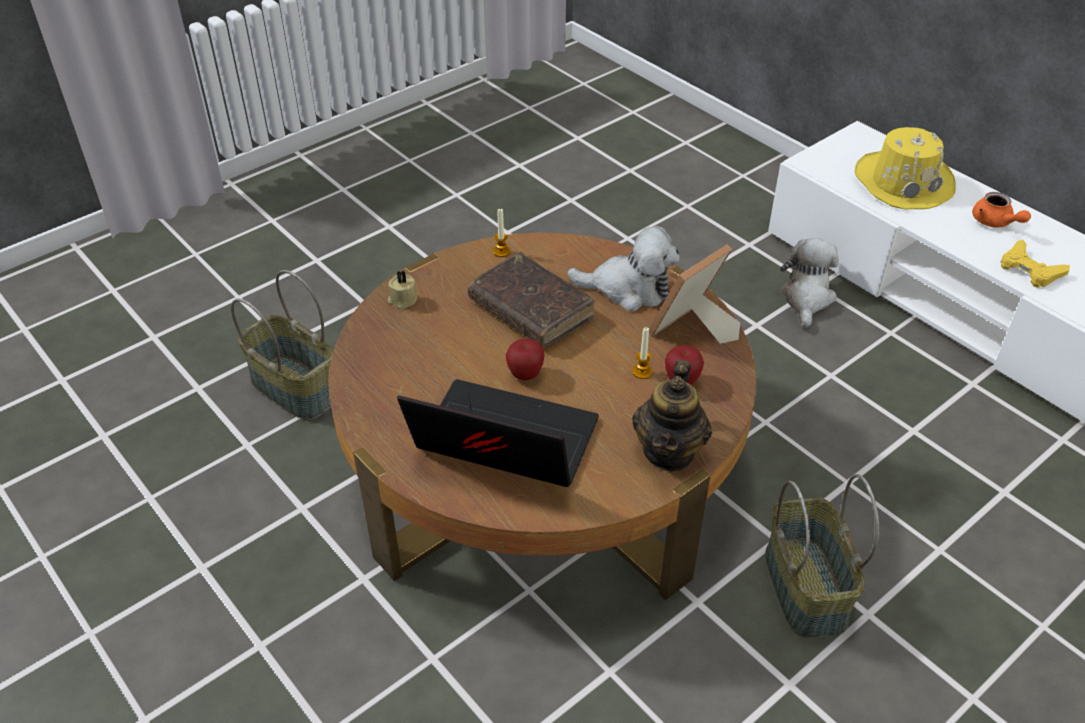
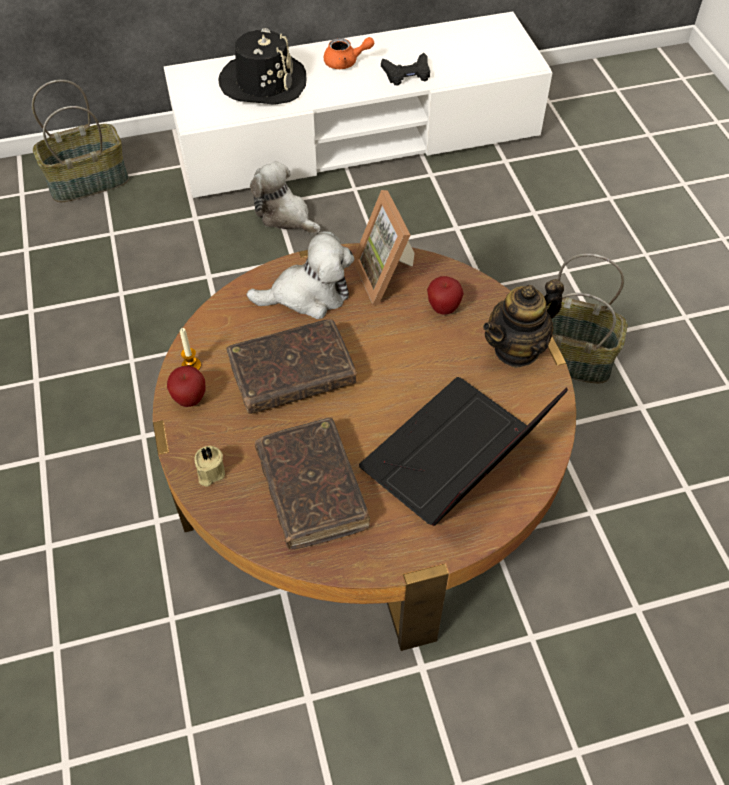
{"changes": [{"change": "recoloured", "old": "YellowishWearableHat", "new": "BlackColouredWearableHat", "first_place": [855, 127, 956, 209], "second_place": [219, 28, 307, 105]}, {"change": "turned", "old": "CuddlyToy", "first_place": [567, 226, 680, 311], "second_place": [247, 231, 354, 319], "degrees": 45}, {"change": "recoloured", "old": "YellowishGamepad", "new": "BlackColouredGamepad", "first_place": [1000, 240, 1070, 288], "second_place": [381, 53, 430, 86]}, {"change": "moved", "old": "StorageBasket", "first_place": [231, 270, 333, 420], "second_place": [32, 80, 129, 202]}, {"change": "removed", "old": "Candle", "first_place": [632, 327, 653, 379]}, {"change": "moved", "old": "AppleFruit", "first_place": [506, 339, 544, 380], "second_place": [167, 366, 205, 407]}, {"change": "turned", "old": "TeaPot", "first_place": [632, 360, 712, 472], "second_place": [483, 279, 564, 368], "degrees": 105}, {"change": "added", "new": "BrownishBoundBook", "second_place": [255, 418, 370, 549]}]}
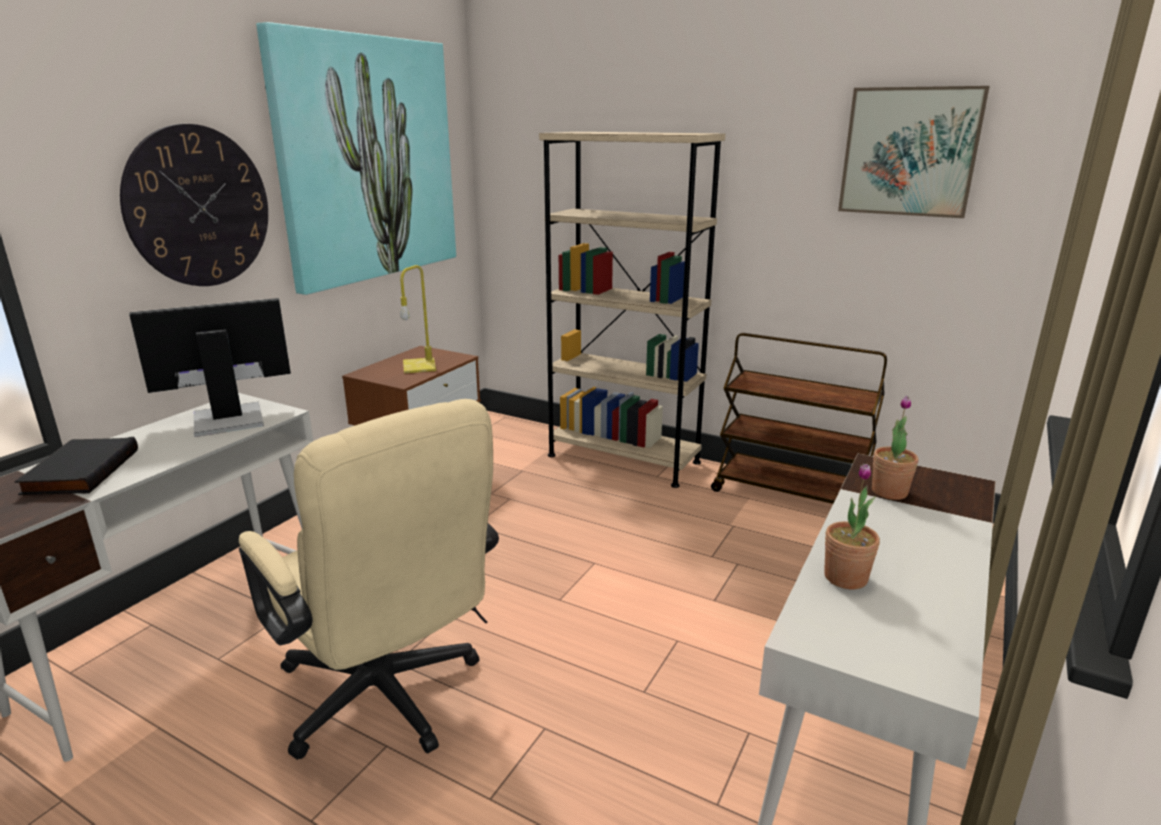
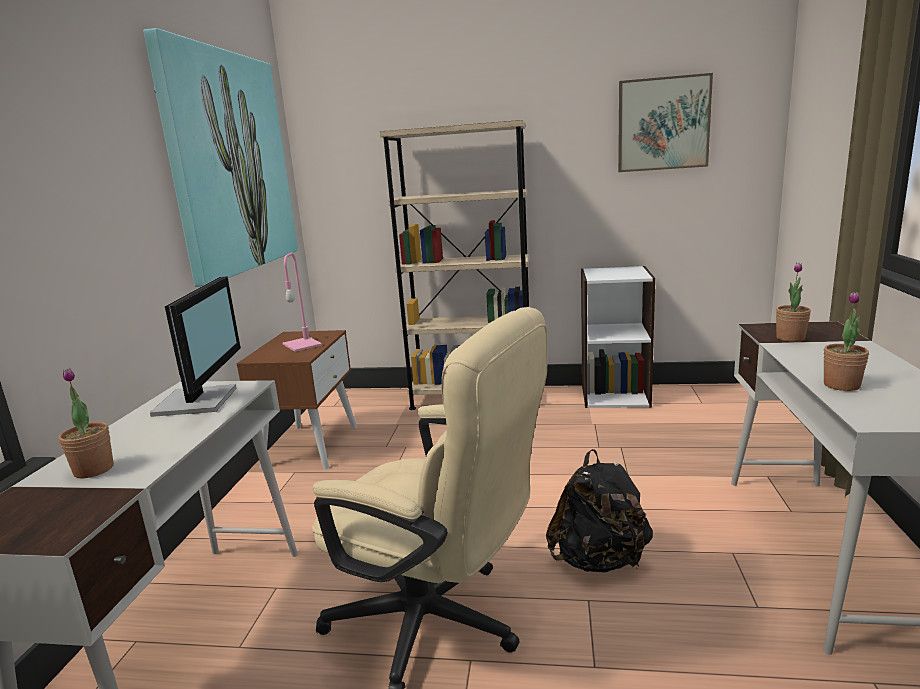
{"changes": [{"change": "removed", "old": "ClockOnTheWall", "first_place": [120, 124, 268, 286]}, {"change": "recoloured", "old": "YellowishLampForATable", "new": "PinkColouredLampForATable", "first_place": [400, 265, 436, 373], "second_place": [283, 252, 322, 352]}, {"change": "turned", "old": "ComputerScreen", "first_place": [129, 298, 291, 437], "second_place": [150, 276, 241, 417], "degrees": 135}, {"change": "replaced", "old": "BrownishCart", "new": "WhiteColouredShelvingUnit", "first_place": [711, 333, 887, 504], "second_place": [581, 266, 655, 408]}, {"change": "replaced", "old": "BlackColouredBoundBook", "new": "Houseplant", "first_place": [14, 437, 138, 495], "second_place": [58, 368, 114, 478]}, {"change": "added", "new": "BlackColouredKnapsack", "second_place": [546, 449, 653, 573]}]}
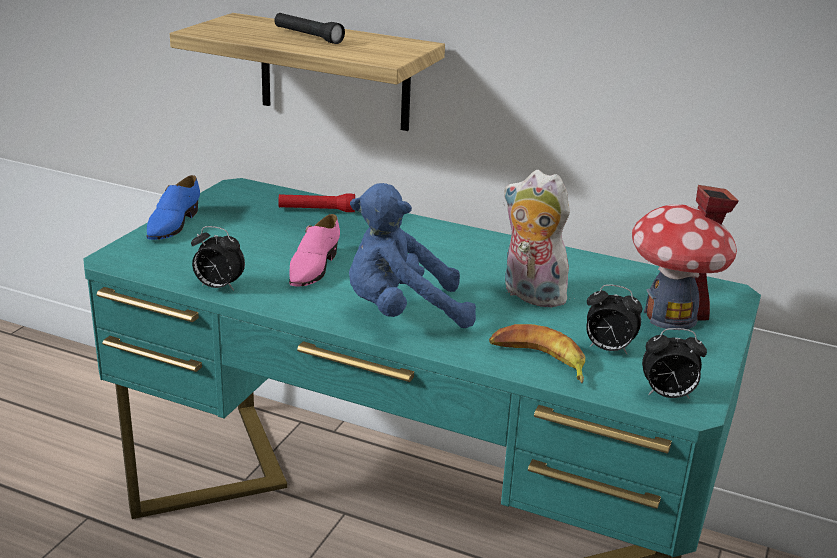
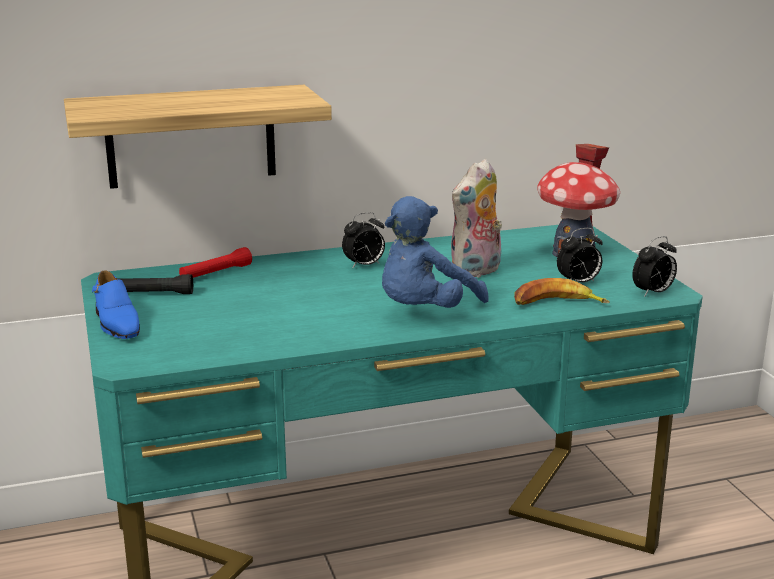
{"changes": [{"change": "moved", "old": "BlackColouredTorch", "first_place": [274, 13, 345, 44], "second_place": [118, 274, 193, 294]}, {"change": "turned", "old": "CuddlyToy", "first_place": [503, 170, 575, 307], "second_place": [451, 159, 502, 278], "degrees": -45}, {"change": "removed", "old": "PinkColouredItemOfFootwear", "first_place": [289, 214, 340, 286]}, {"change": "moved", "old": "BedsideClock", "first_place": [191, 226, 245, 291], "second_place": [342, 212, 385, 269]}]}
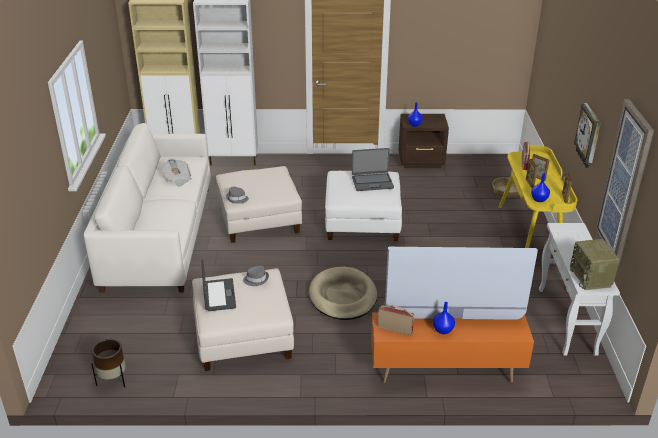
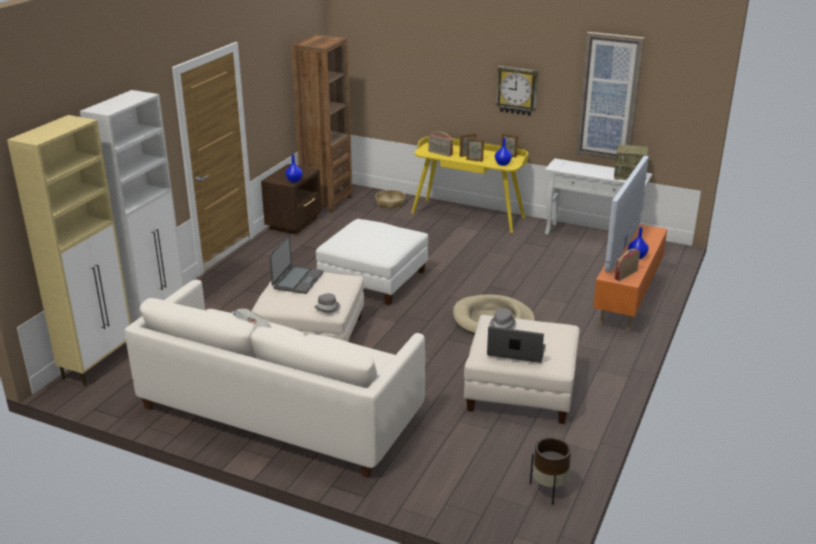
{"changes": [{"change": "moved", "old": "PortableComputer", "first_place": [352, 148, 394, 191], "second_place": [269, 235, 324, 294]}, {"change": "added", "new": "BrownishShelvingUnit", "second_place": [291, 34, 352, 213]}]}
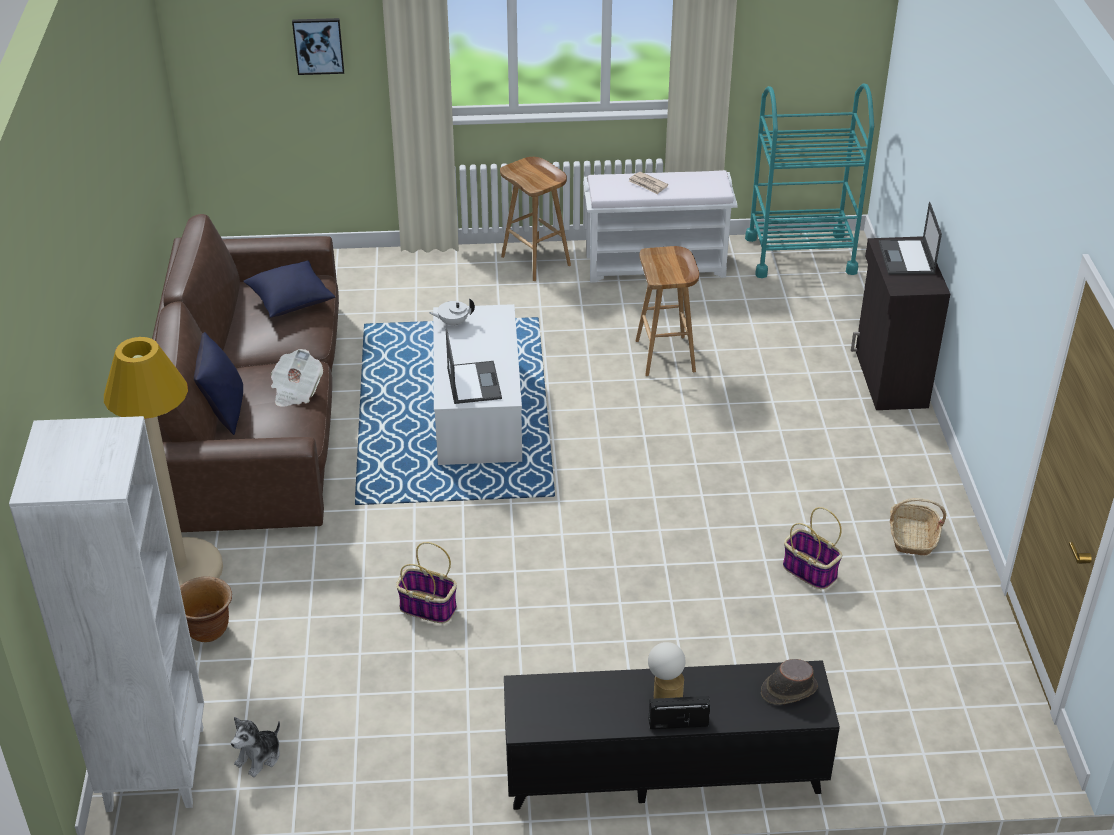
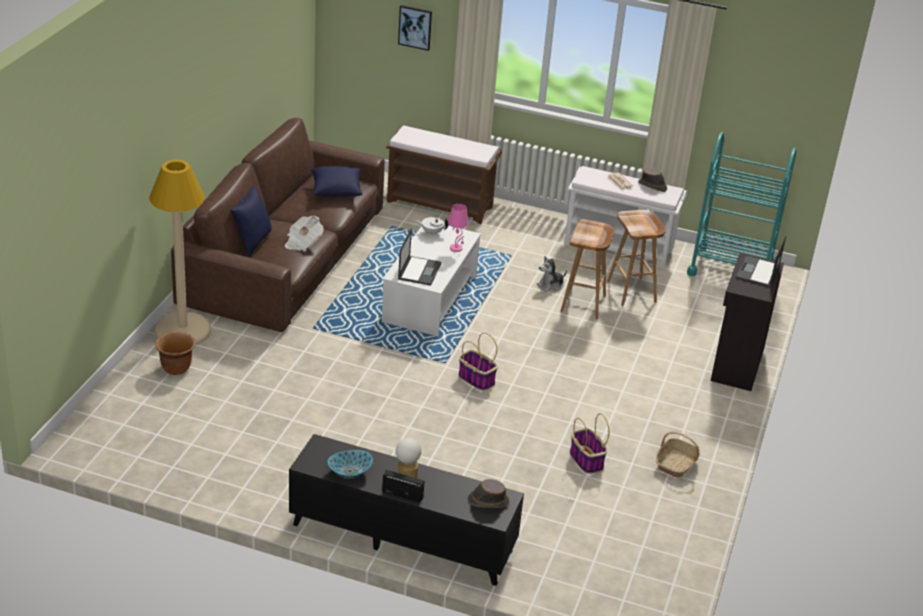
{"changes": [{"change": "moved", "old": "BrownishStoolSeat", "first_place": [500, 157, 571, 281], "second_place": [607, 210, 666, 306]}, {"change": "removed", "old": "WhiteColouredShelvingUnit", "first_place": [9, 416, 204, 812]}, {"change": "moved", "old": "StorageBasket", "first_place": [396, 542, 457, 623], "second_place": [459, 333, 498, 391]}, {"change": "moved", "old": "CuddlyToy", "first_place": [231, 717, 280, 777], "second_place": [537, 256, 567, 292]}, {"change": "added", "new": "BrownishLongSeat", "second_place": [386, 125, 502, 224]}, {"change": "added", "new": "BrownishWearableHat", "second_place": [638, 168, 667, 192]}, {"change": "added", "new": "PinkColouredLampForATable", "second_place": [448, 204, 468, 252]}, {"change": "added", "new": "Bowl", "second_place": [328, 450, 373, 478]}]}
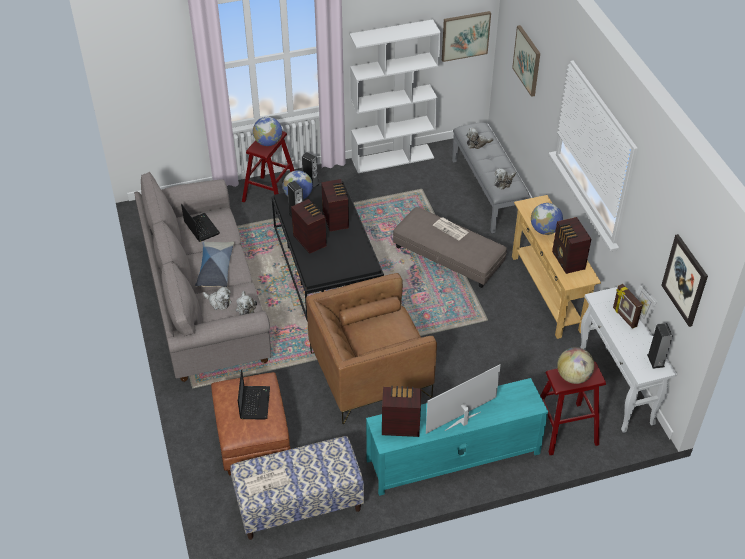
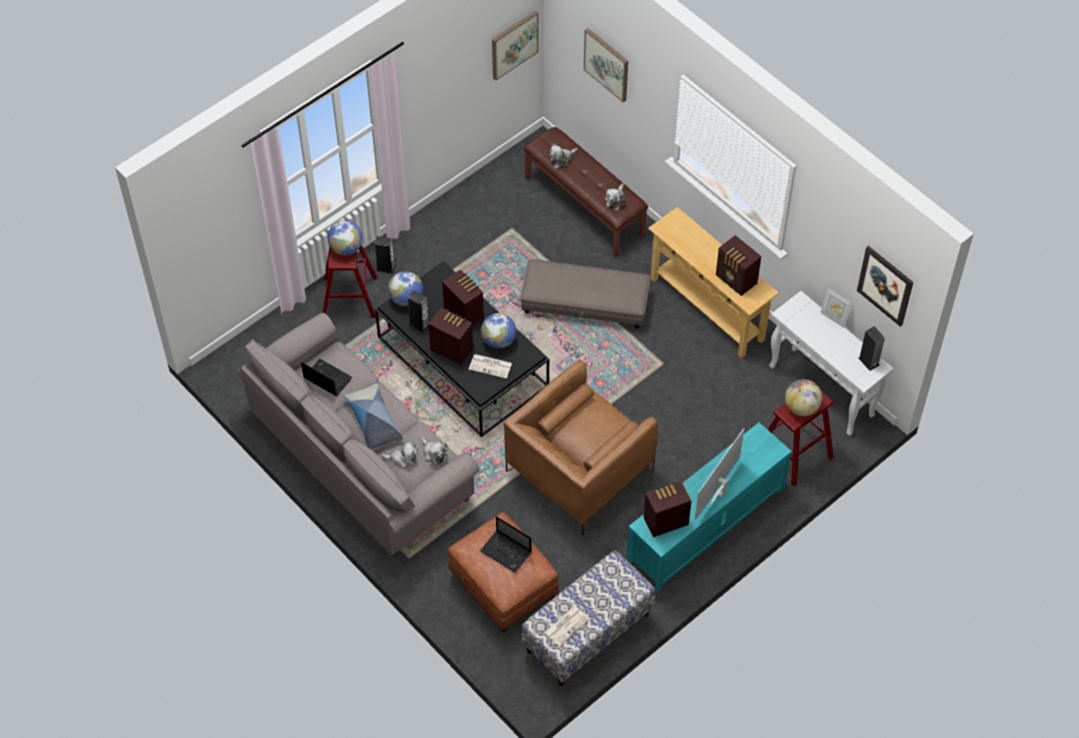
{"changes": [{"change": "removed", "old": "WhiteColouredShelvingUnit", "first_place": [350, 19, 441, 173]}, {"change": "recoloured", "old": "GrayLongSeat", "new": "BrownishLongSeat", "first_place": [452, 122, 530, 233], "second_place": [523, 127, 648, 258]}, {"change": "moved", "old": "DeskGlobe", "first_place": [531, 203, 563, 235], "second_place": [481, 313, 516, 349]}, {"change": "moved", "old": "DailyPaper", "first_place": [433, 217, 469, 241], "second_place": [469, 354, 512, 379]}, {"change": "removed", "old": "PhotoFrame", "first_place": [613, 284, 643, 329]}, {"change": "turned", "old": "PortableComputer", "first_place": [238, 369, 270, 419], "second_place": [480, 516, 531, 573], "degrees": 150}]}
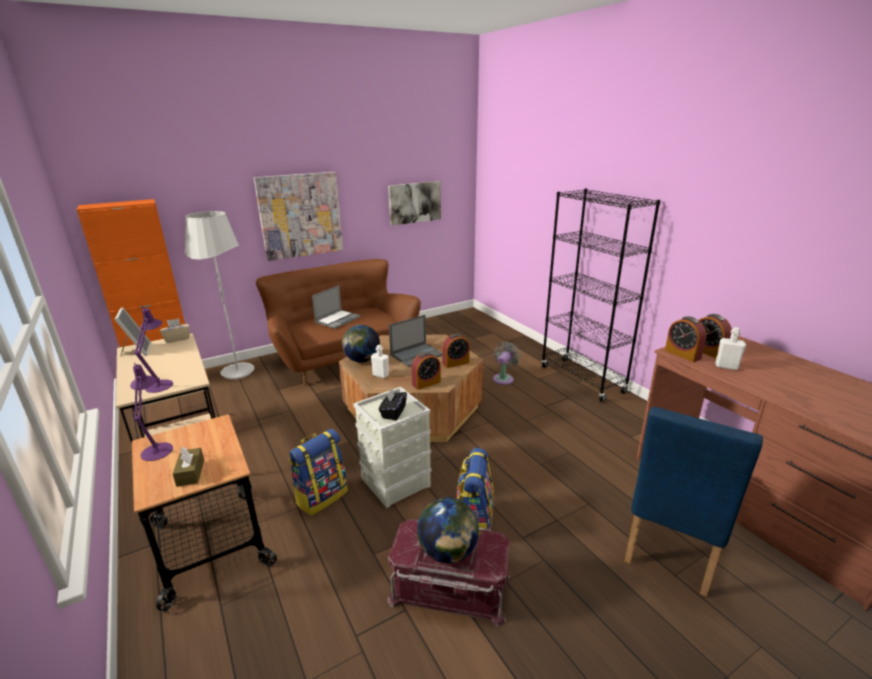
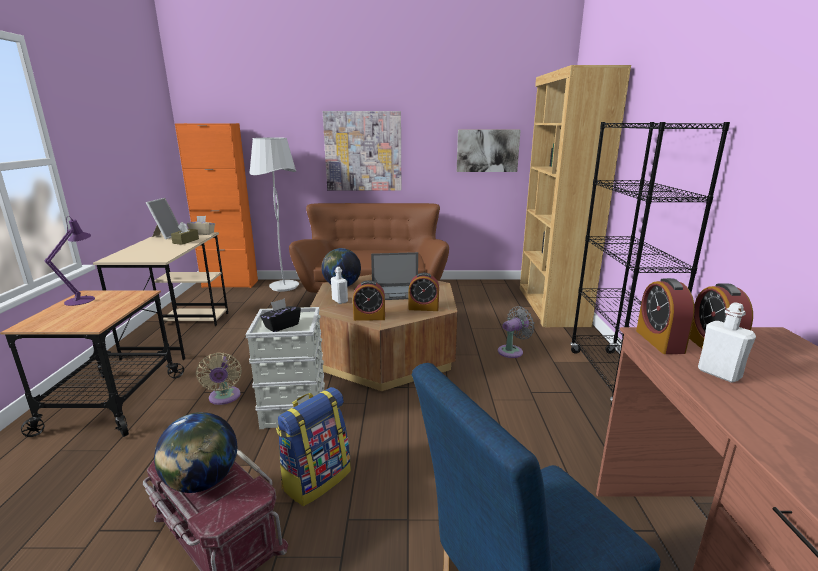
{"changes": [{"change": "removed", "old": "PortableComputer", "first_place": [312, 285, 360, 329]}, {"change": "removed", "old": "PurpleColouredLampForATable", "first_place": [134, 306, 173, 393]}, {"change": "replaced", "old": "Knapsack", "new": "SandColouredCoolingFan", "first_place": [289, 429, 348, 516], "second_place": [196, 353, 242, 405]}, {"change": "moved", "old": "BrownishBoxOfTissues", "first_place": [173, 447, 204, 487], "second_place": [171, 222, 199, 245]}, {"change": "added", "new": "BrownishShelvingUnit", "second_place": [520, 65, 631, 327]}]}
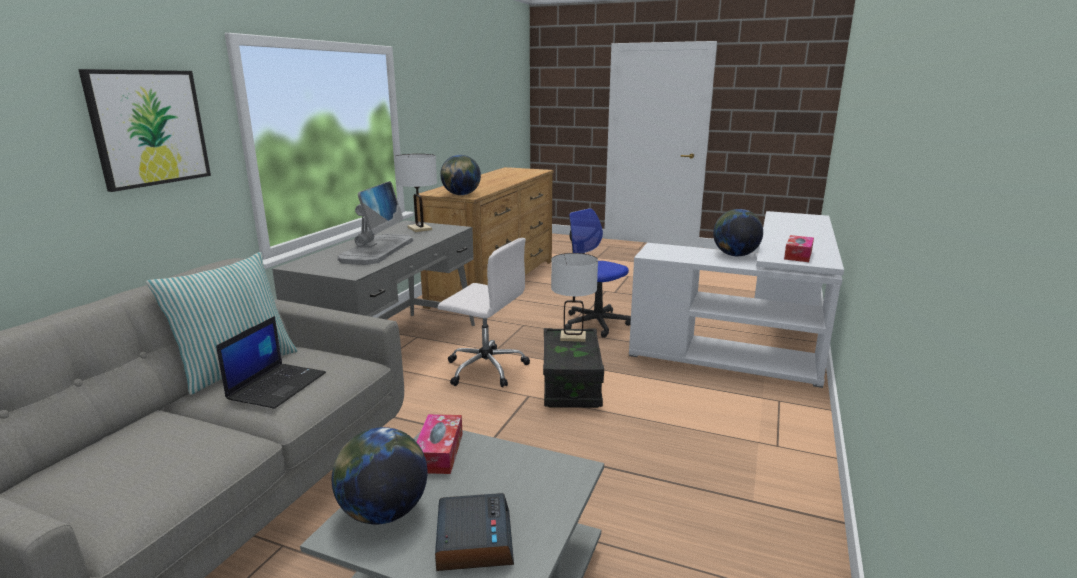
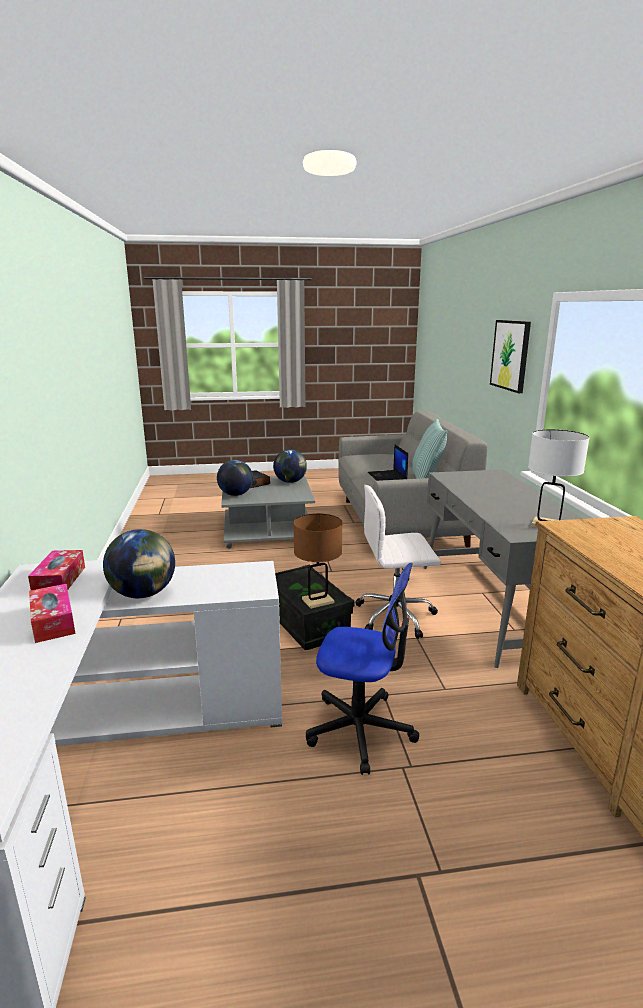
{"changes": [{"change": "moved", "old": "DeskGlobe", "first_place": [440, 155, 481, 195], "second_place": [217, 460, 253, 496]}, {"change": "removed", "old": "ComputerScreen", "first_place": [337, 181, 413, 265]}, {"change": "recoloured", "old": "WhiteColouredLampForATable", "new": "BrownishLampForATable", "first_place": [551, 253, 598, 342], "second_place": [293, 514, 342, 609]}, {"change": "moved", "old": "BoxOfTissues", "first_place": [417, 414, 463, 474], "second_place": [29, 584, 75, 643]}]}
